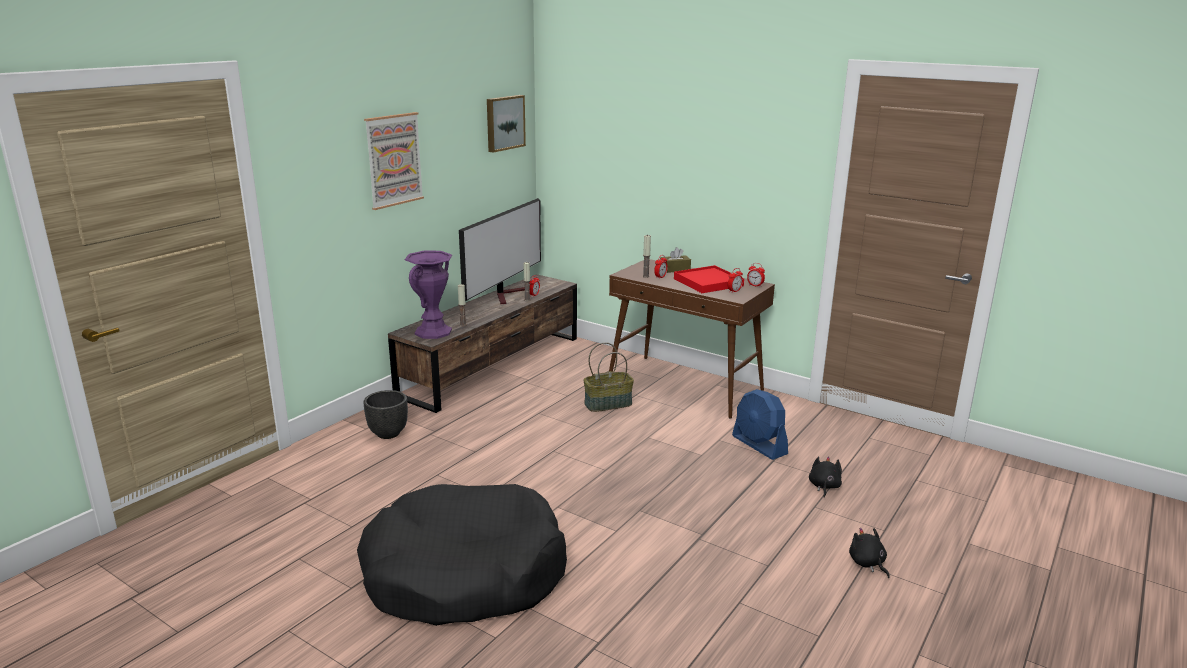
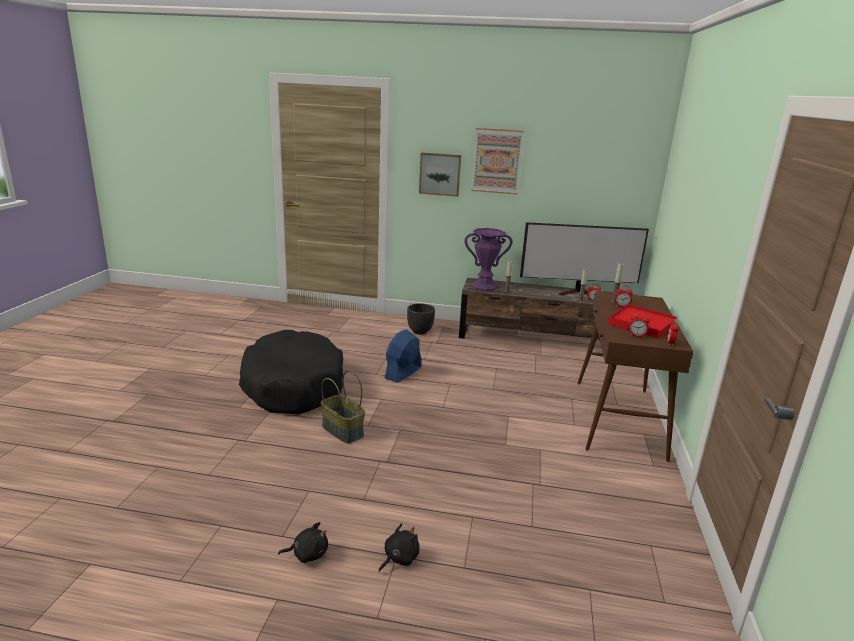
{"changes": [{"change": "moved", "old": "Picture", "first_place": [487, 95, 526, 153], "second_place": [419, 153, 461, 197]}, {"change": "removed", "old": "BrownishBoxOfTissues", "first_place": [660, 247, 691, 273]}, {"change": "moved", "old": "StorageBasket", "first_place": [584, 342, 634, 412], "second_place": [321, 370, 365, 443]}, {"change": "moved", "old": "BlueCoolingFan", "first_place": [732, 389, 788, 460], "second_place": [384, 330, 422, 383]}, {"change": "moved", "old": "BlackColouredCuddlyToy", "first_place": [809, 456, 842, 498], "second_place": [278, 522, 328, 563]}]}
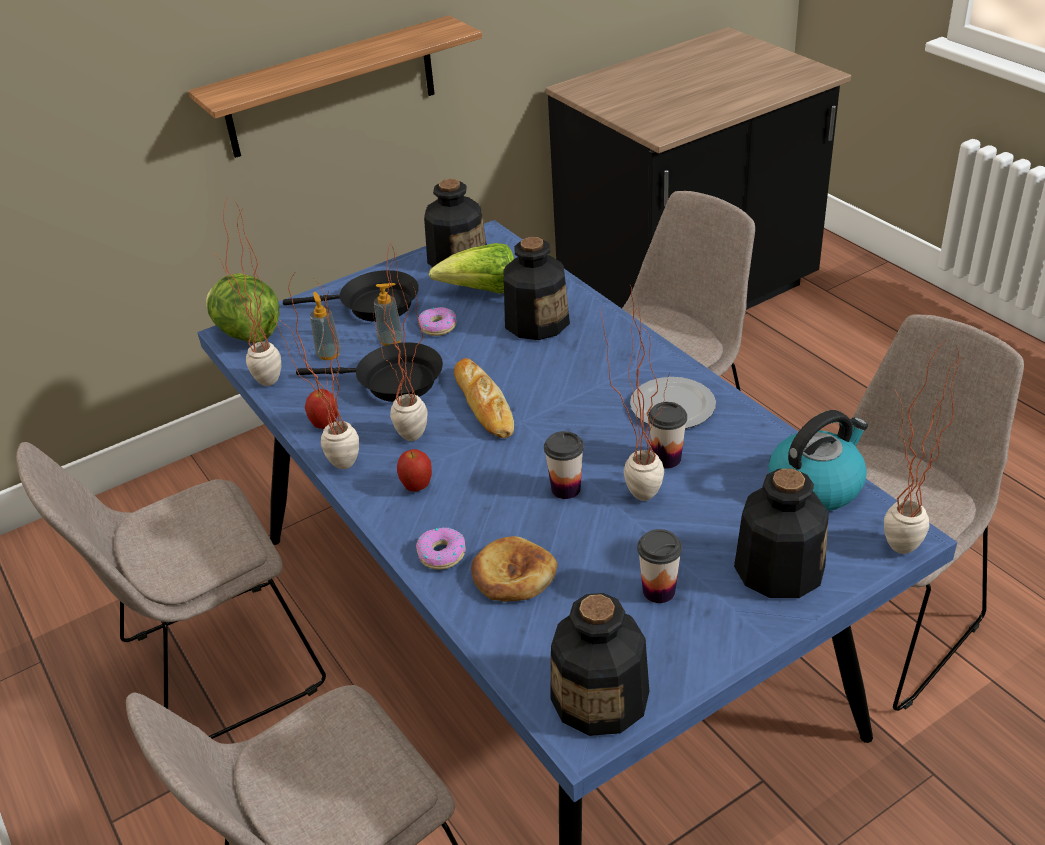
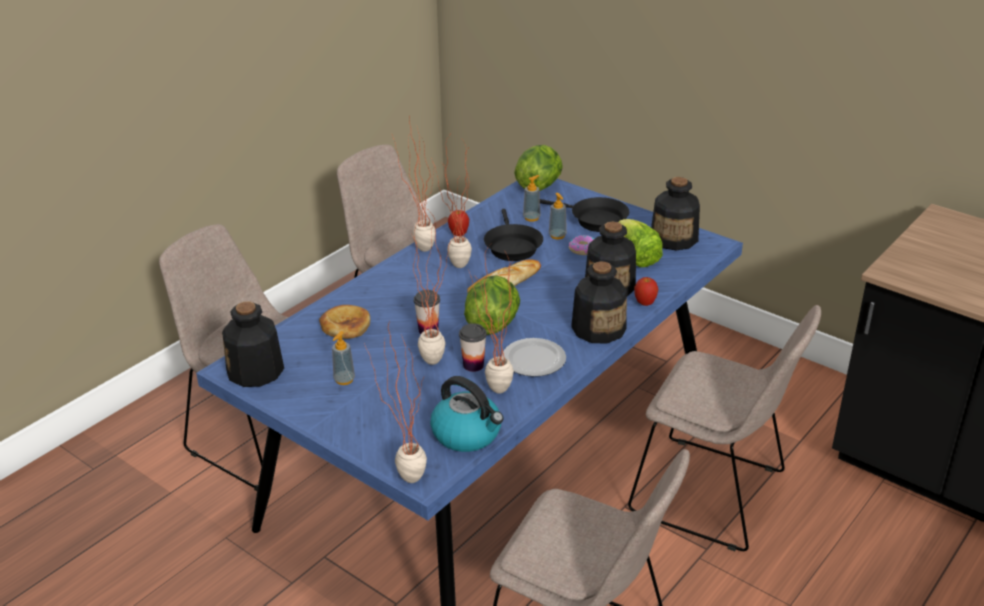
{"changes": [{"change": "removed", "old": "WallShelf", "first_place": [188, 15, 482, 158]}, {"change": "moved", "old": "Houseplant", "first_place": [211, 199, 281, 386], "second_place": [469, 244, 514, 394]}, {"change": "turned", "old": "BlackColouredPan", "first_place": [283, 270, 419, 322], "second_place": [540, 197, 629, 232], "degrees": -45}, {"change": "moved", "old": "AppleFruit", "first_place": [397, 449, 432, 491], "second_place": [634, 277, 658, 306]}, {"change": "moved", "old": "DrinkBottle", "first_place": [734, 469, 829, 598], "second_place": [571, 262, 627, 344]}, {"change": "removed", "old": "Donut", "first_place": [416, 528, 466, 570]}, {"change": "replaced", "old": "Cup", "new": "SoapDispenser", "first_place": [637, 529, 682, 603], "second_place": [332, 331, 355, 385]}, {"change": "added", "new": "Lettuce", "second_place": [464, 275, 520, 335]}]}
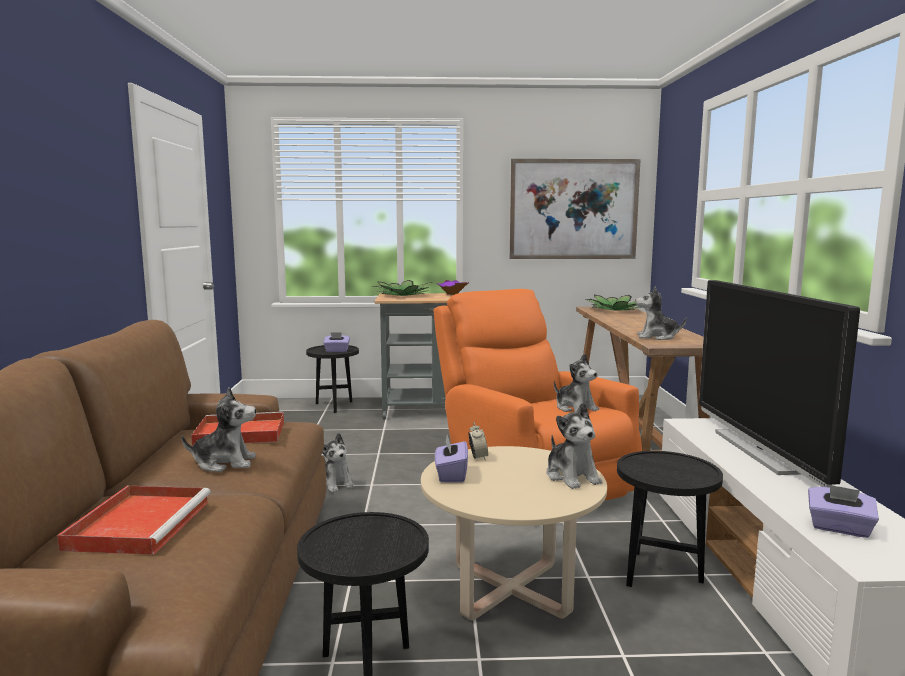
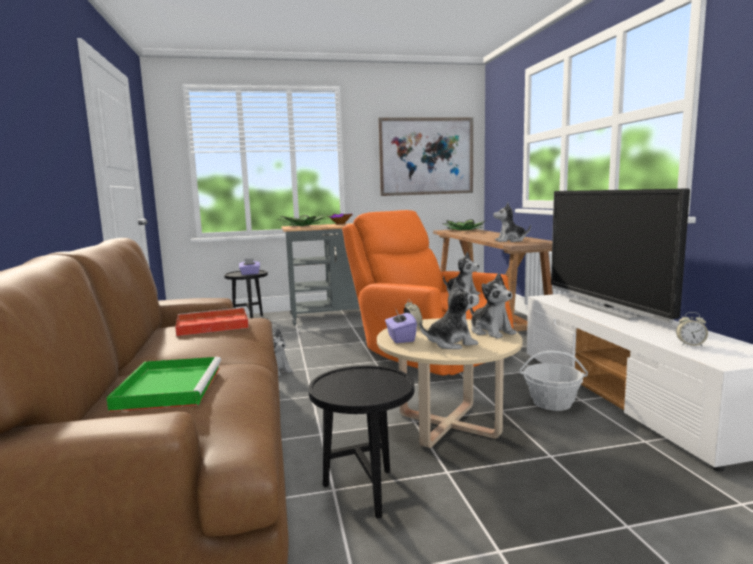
{"changes": [{"change": "moved", "old": "CuddlyToy", "first_place": [181, 387, 256, 472], "second_place": [420, 279, 479, 349]}, {"change": "replaced", "old": "BlackColouredAccentTable", "new": "StorageBasket", "first_place": [617, 451, 723, 587], "second_place": [519, 351, 588, 411]}, {"change": "replaced", "old": "PurpleColouredBoxOfTissues", "new": "BedsideClock", "first_place": [808, 485, 879, 538], "second_place": [676, 312, 708, 347]}, {"change": "recoloured", "old": "RedServingTray", "new": "GreenServingTray", "first_place": [57, 486, 211, 555], "second_place": [106, 357, 221, 412]}]}
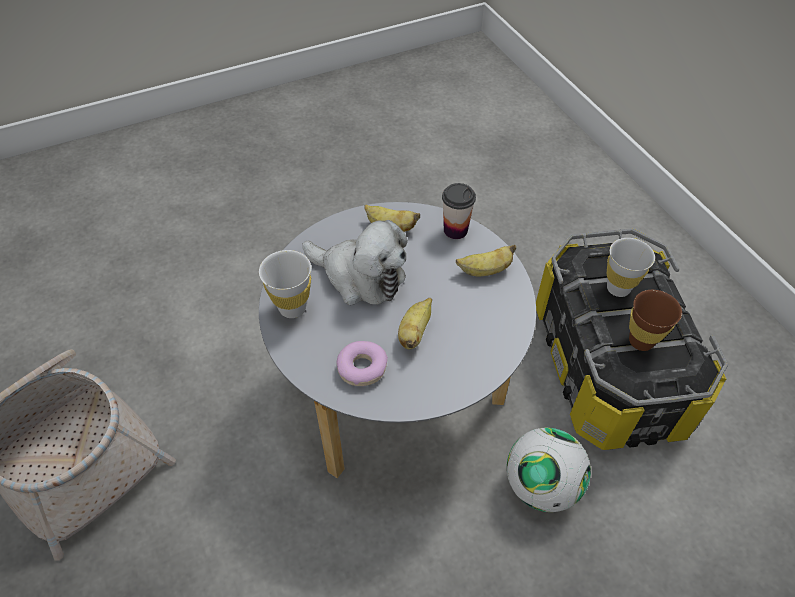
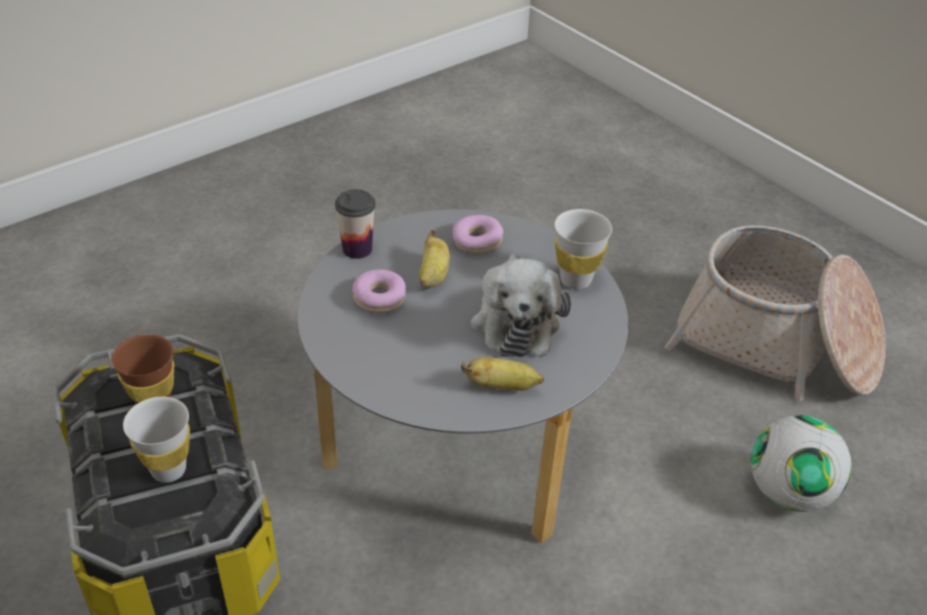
{"changes": [{"change": "moved", "old": "Cup", "first_place": [442, 183, 476, 239], "second_place": [335, 189, 376, 259]}, {"change": "turned", "old": "CuddlyToy", "first_place": [302, 220, 408, 305], "second_place": [471, 254, 571, 357], "degrees": -105}, {"change": "removed", "old": "Banana", "first_place": [456, 245, 516, 277]}, {"change": "moved", "old": "BallForFootball", "first_place": [507, 428, 591, 512], "second_place": [751, 415, 851, 512]}, {"change": "added", "new": "Donut", "second_place": [352, 269, 406, 313]}]}
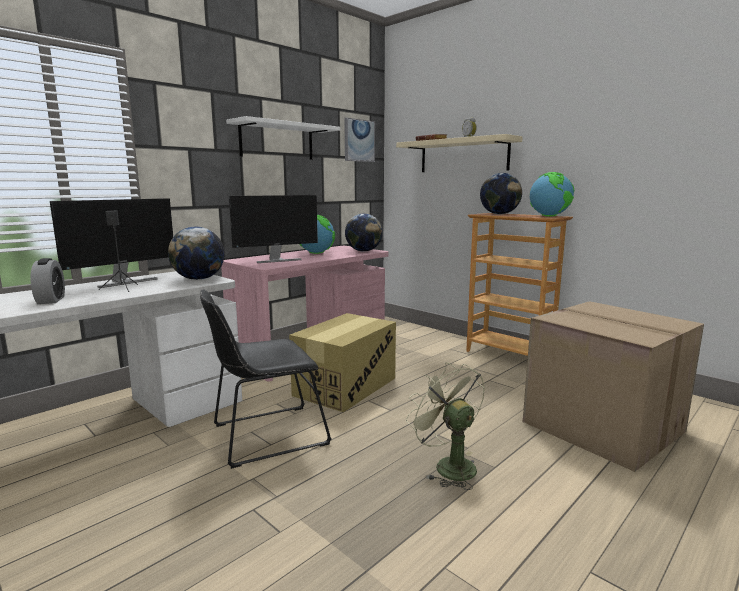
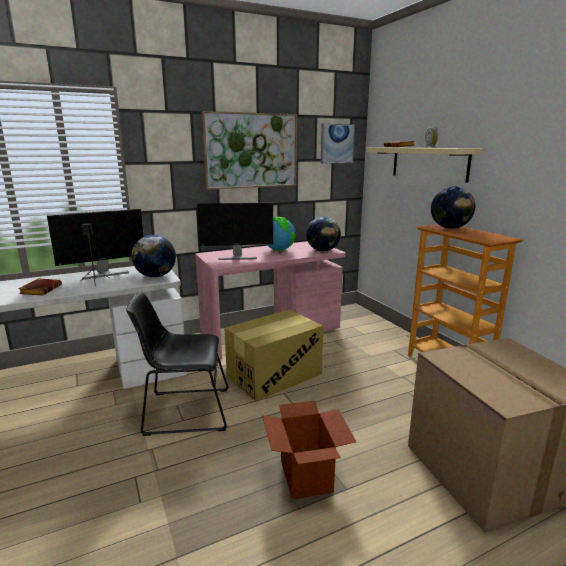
{"changes": [{"change": "replaced", "old": "WhiteColouredWallShelf", "new": "Picture", "first_place": [226, 116, 341, 160], "second_place": [202, 111, 297, 190]}, {"change": "removed", "old": "DeskGlobe", "first_place": [530, 172, 574, 217]}, {"change": "replaced", "old": "BedsideClock", "new": "BrownishBoundBook", "first_place": [31, 258, 65, 304], "second_place": [18, 278, 62, 296]}, {"change": "replaced", "old": "GreenCoolingFan", "new": "CardboardBox", "first_place": [406, 362, 485, 490], "second_place": [262, 400, 357, 499]}]}
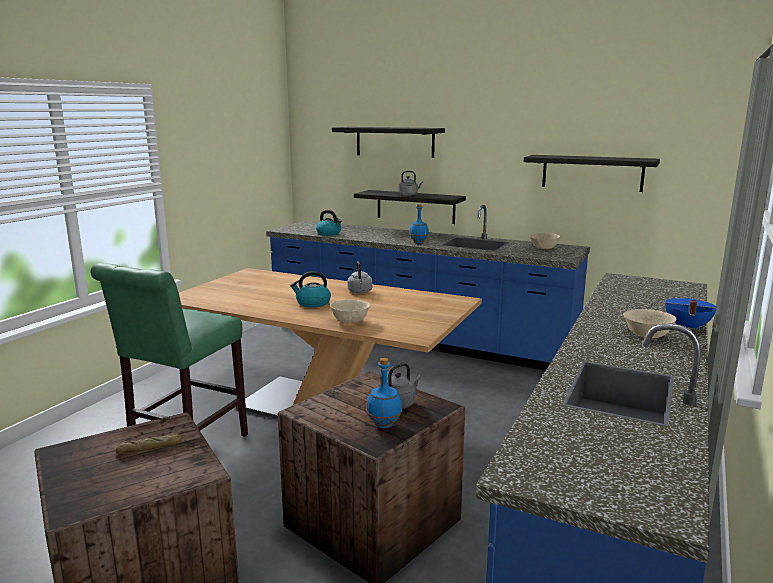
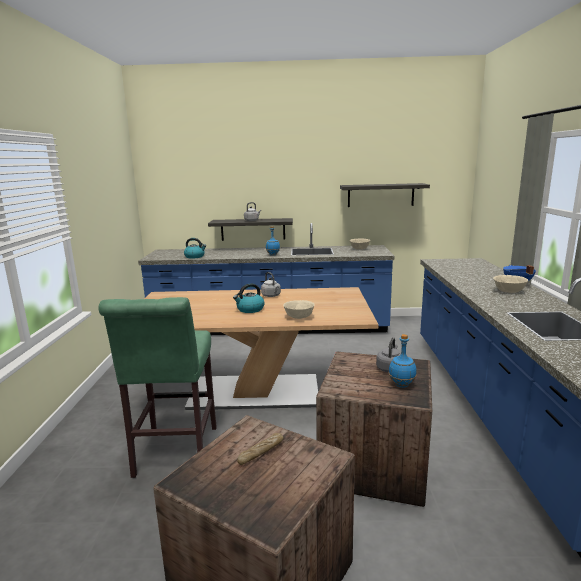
{"changes": [{"change": "removed", "old": "WallShelf", "first_place": [332, 127, 445, 158]}]}
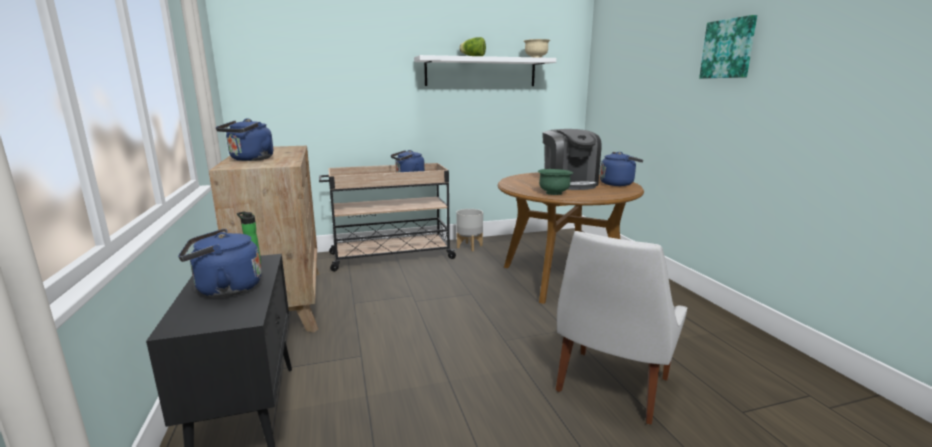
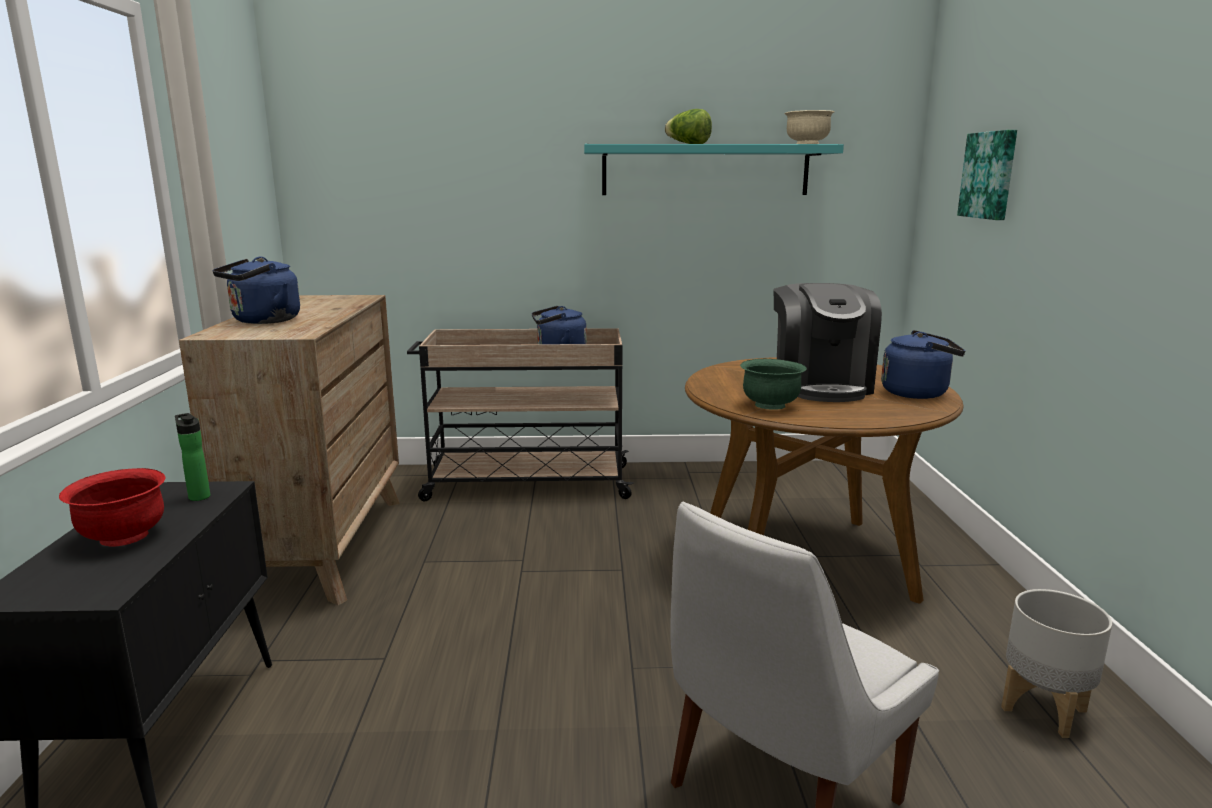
{"changes": [{"change": "moved", "old": "Picture", "first_place": [699, 15, 757, 78], "second_place": [957, 130, 1017, 220]}, {"change": "recoloured", "old": "WhiteColouredWallShelf", "new": "TurquoiseWallShelf", "first_place": [414, 55, 556, 86], "second_place": [584, 144, 844, 195]}, {"change": "moved", "old": "GrayPlantPot", "first_place": [456, 209, 483, 251], "second_place": [1001, 589, 1112, 738]}, {"change": "replaced", "old": "BlueTeaKettle", "new": "RedBowl", "first_place": [178, 229, 261, 297], "second_place": [59, 468, 165, 547]}]}
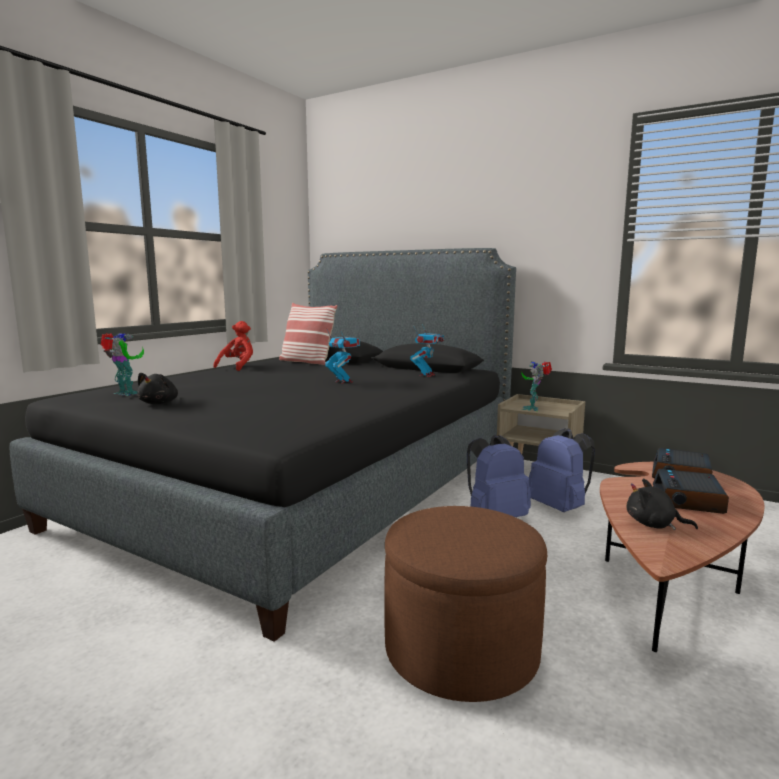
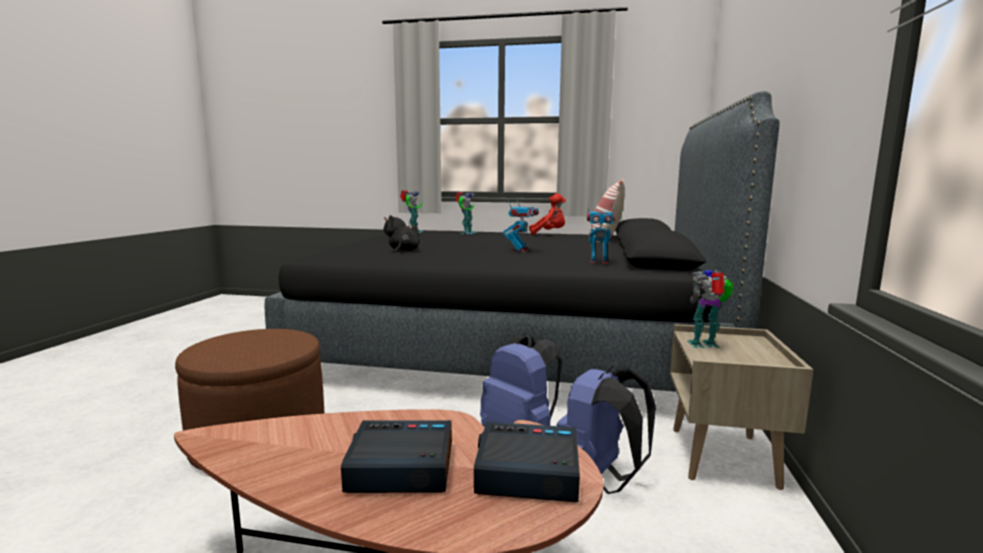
{"changes": [{"change": "moved", "old": "BlackColouredCuddlyToy", "first_place": [627, 479, 698, 530], "second_place": [389, 224, 420, 252]}, {"change": "added", "new": "ModelRobot", "second_place": [455, 192, 476, 234]}]}
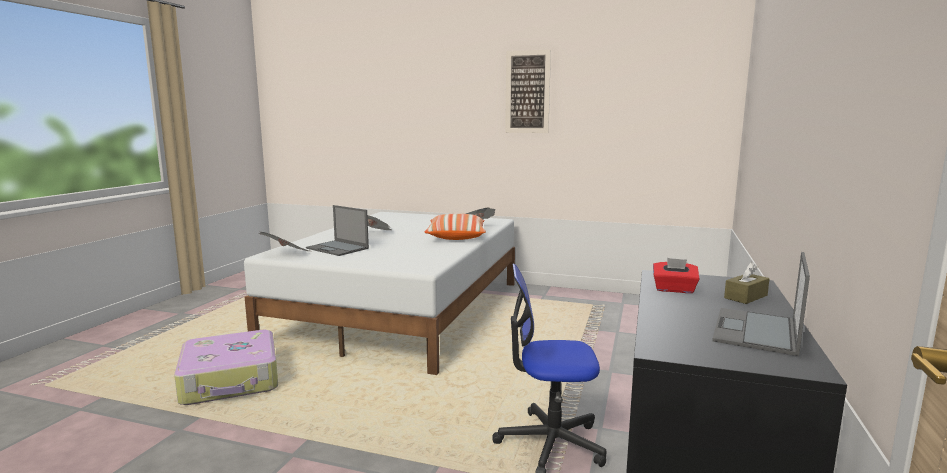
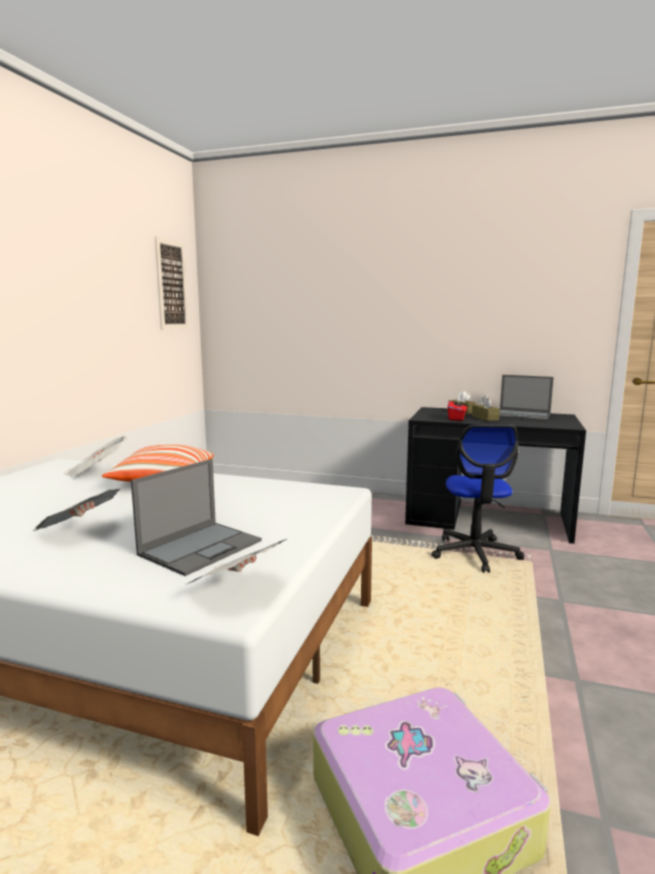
{"changes": [{"change": "moved", "old": "Picture", "first_place": [505, 49, 551, 133], "second_place": [155, 236, 189, 330]}, {"change": "added", "new": "BrownishBoxOfTissues", "second_place": [472, 396, 500, 421]}]}
